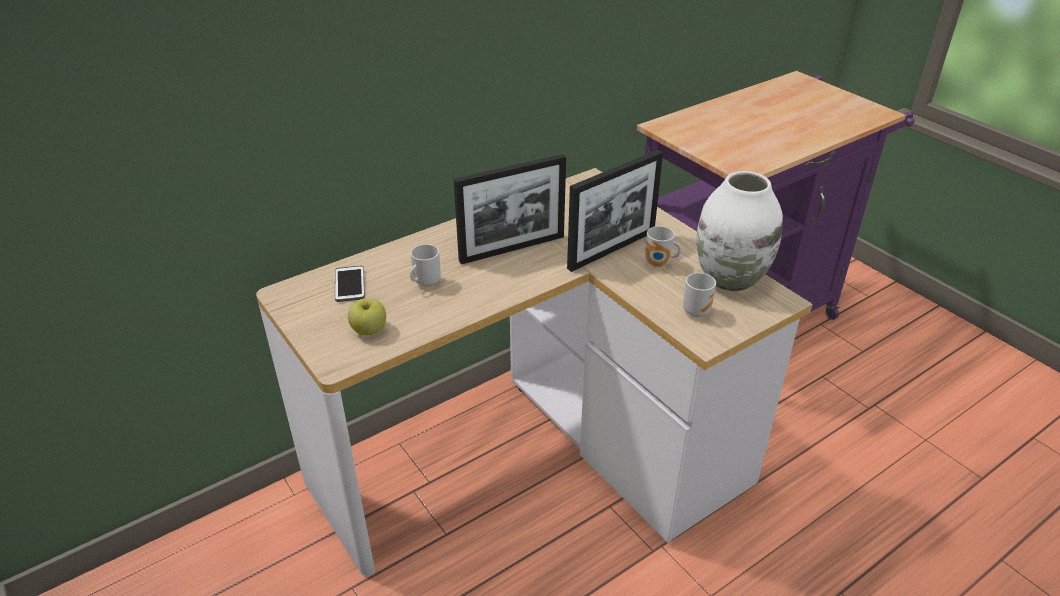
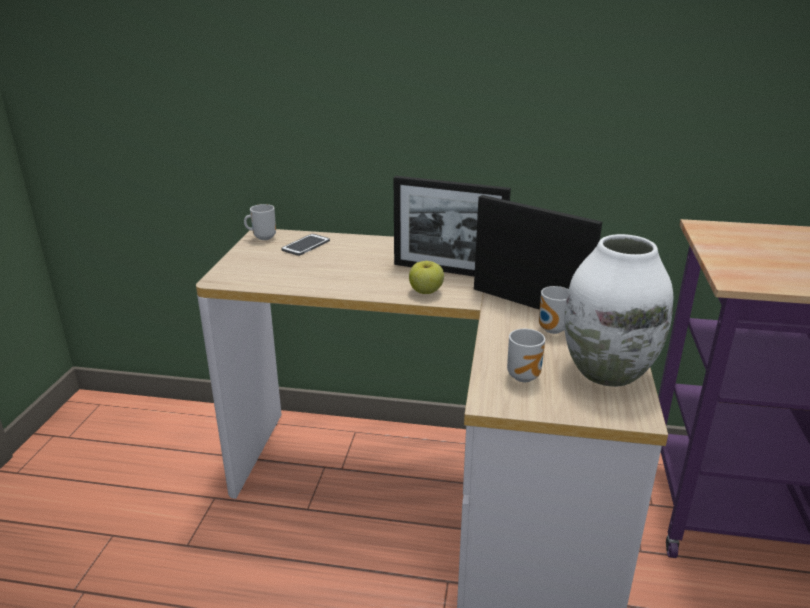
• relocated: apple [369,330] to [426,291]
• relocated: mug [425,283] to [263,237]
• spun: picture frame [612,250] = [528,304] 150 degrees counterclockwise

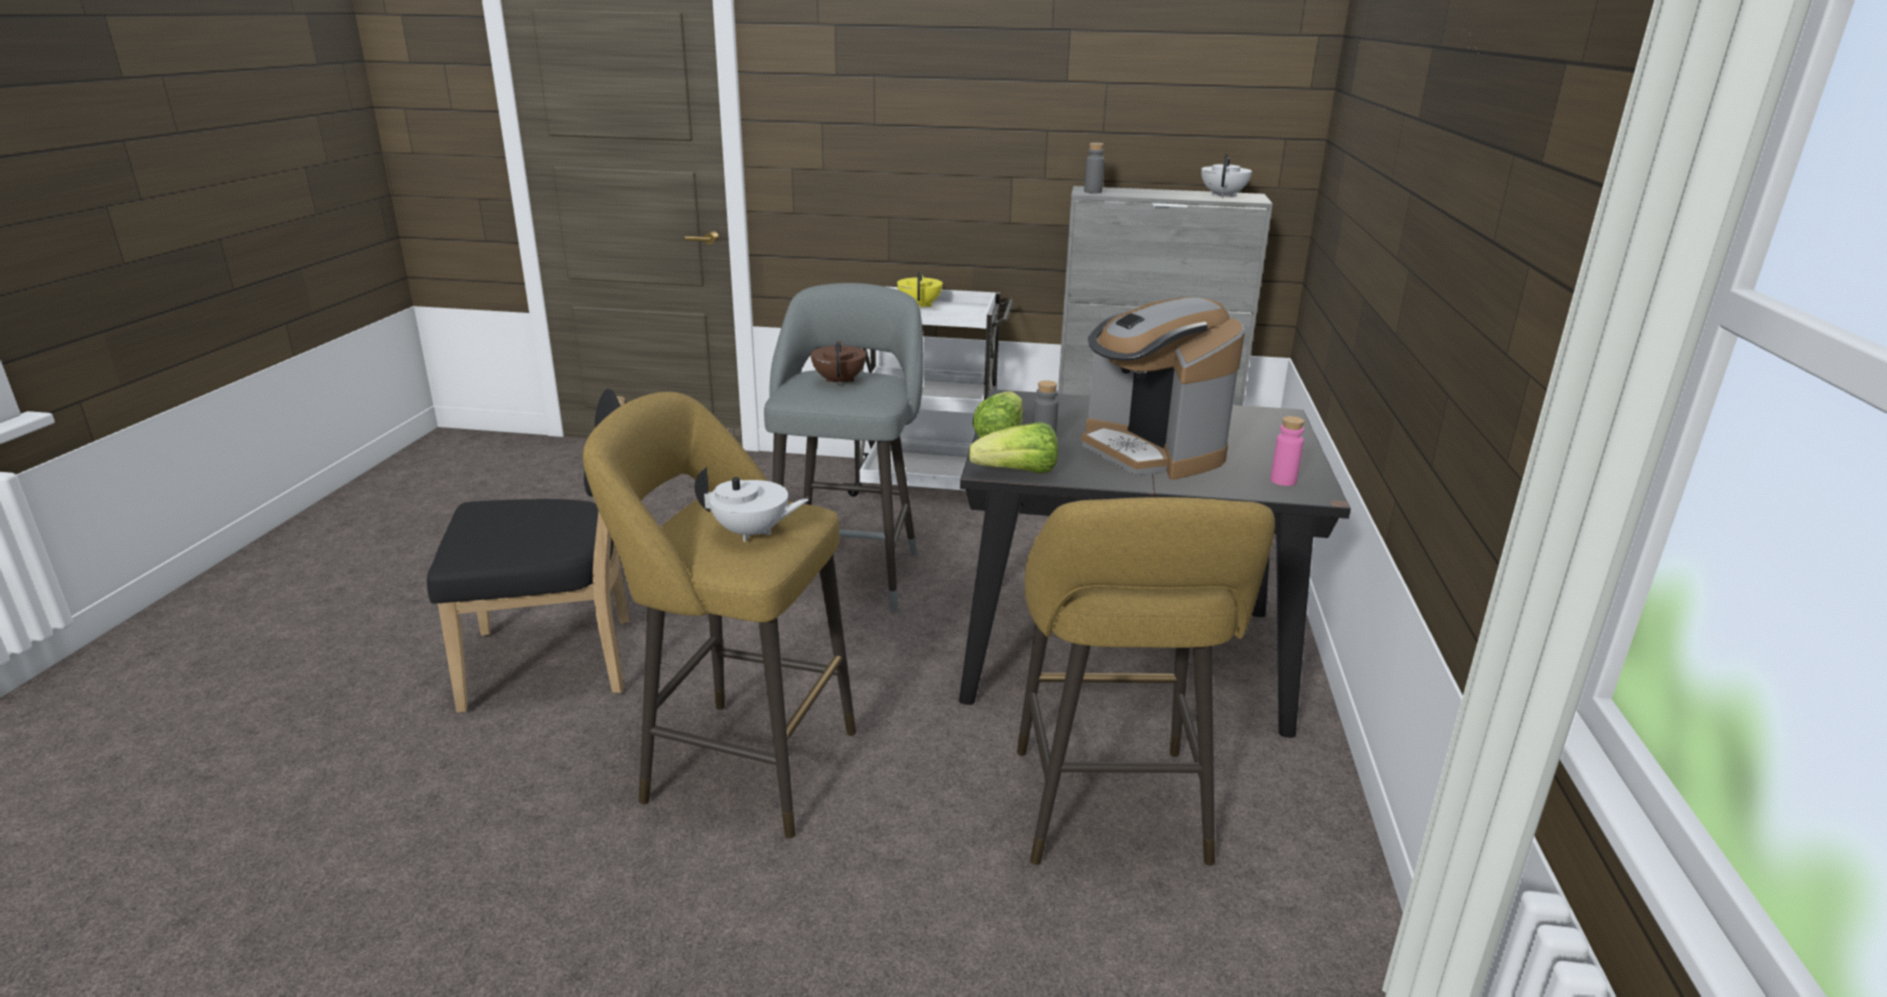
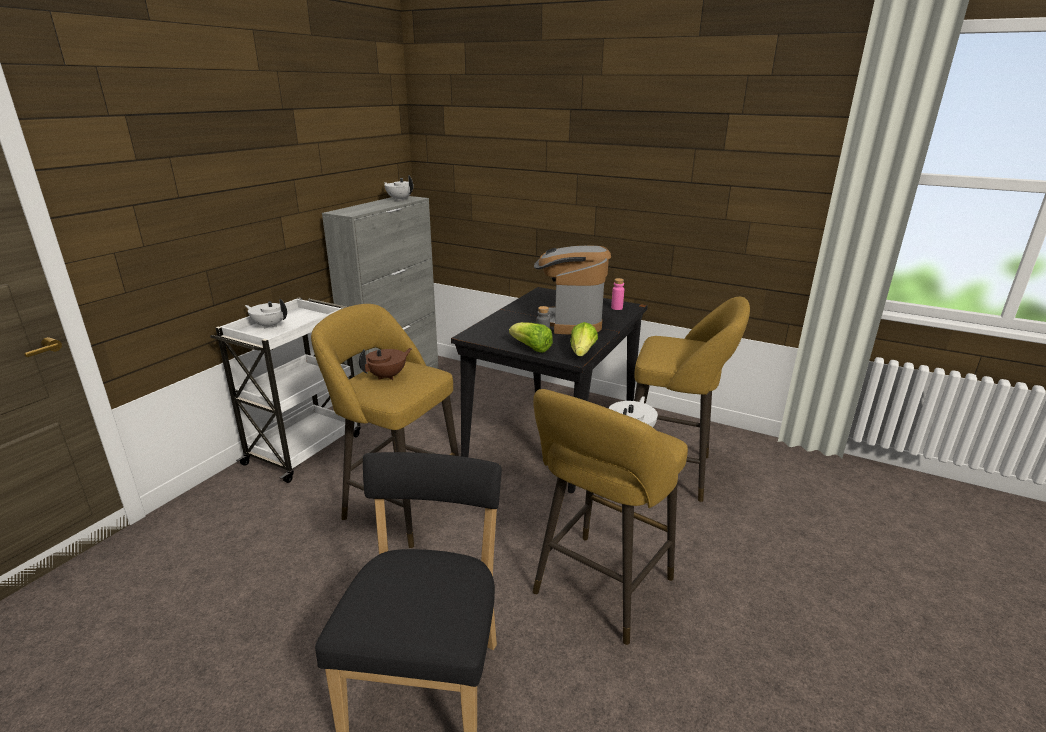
• missing: bottle (grey) [1093,192]
• colour: stool (grey) [848,570] to stool (yellow) [399,505]
• colour: teapot (yellow) [920,306] to teapot (white) [269,325]
• spun: teapot (brown) [839,381] = [387,376] 120 degrees clockwise
• spun: coffee machine [1151,451] = [571,322] 105 degrees clockwise

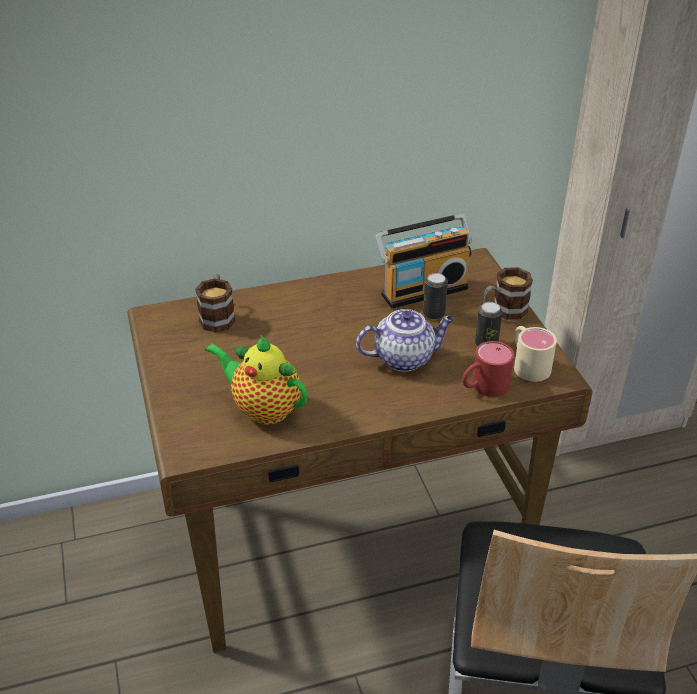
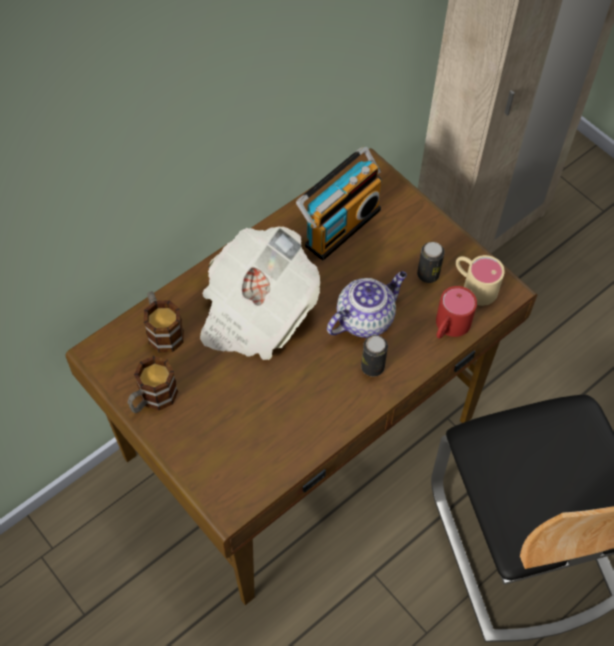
• missing: teapot [263,409]
• appeared: newspaper [255,312]
• relocated: can [433,314] to [372,367]
• relocated: mug [503,311] to [152,399]

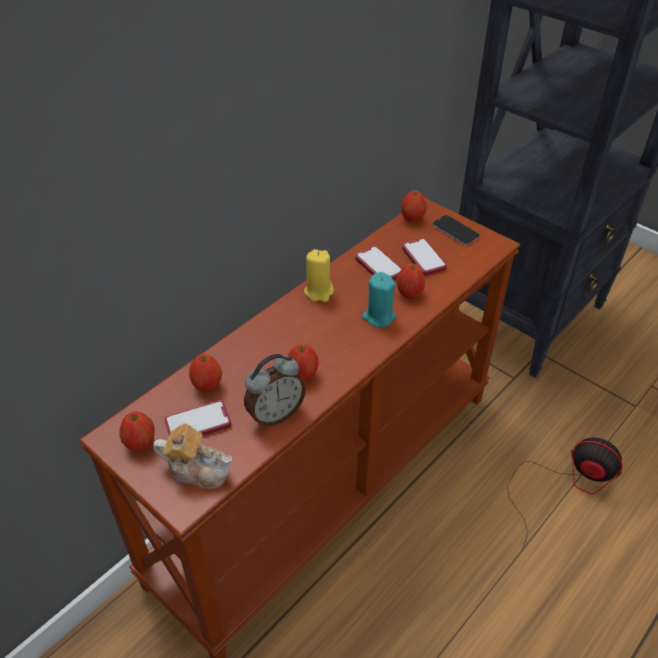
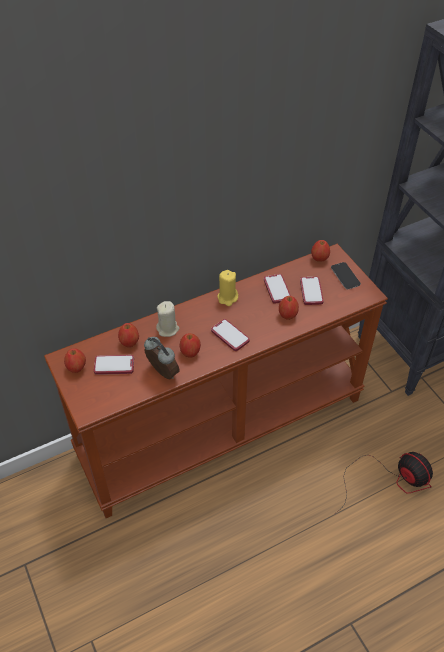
• missing: teapot [197,470]
• missing: candle (turquoise) [378,317]
• appeared: candle (beige) [168,329]
• appeared: phone [230,336]
• spun: alarm clock [275,414] = [162,373] 120 degrees counterclockwise

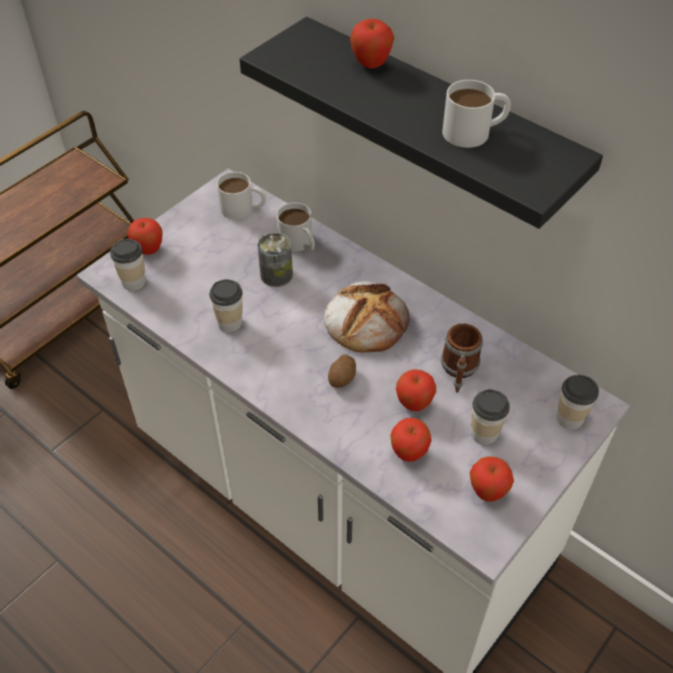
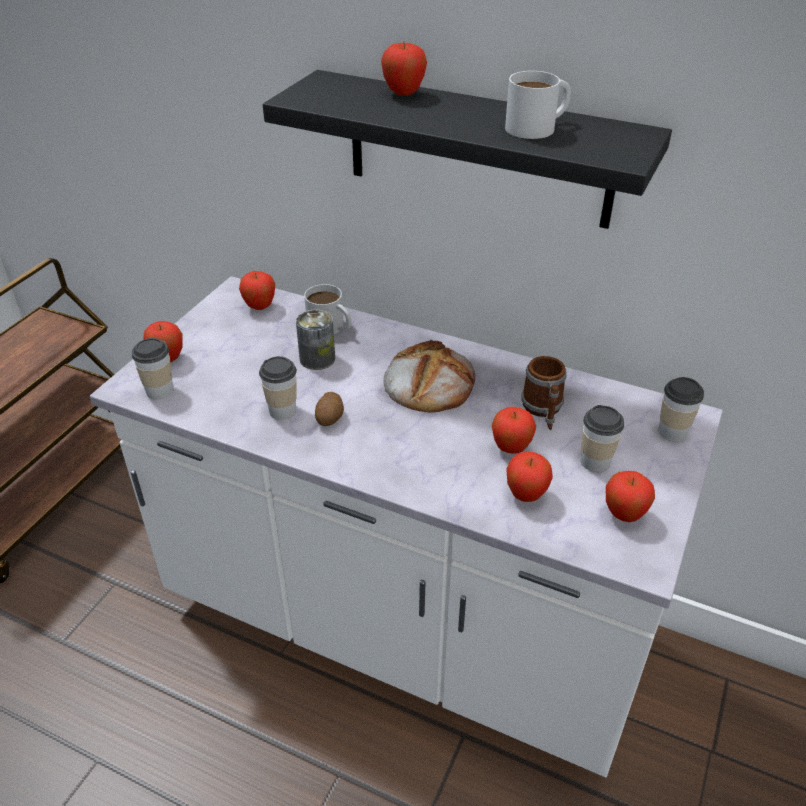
• relocated: potato [342,378] to [330,418]
• exchanged: mug (white) [243,208] to apple [260,307]

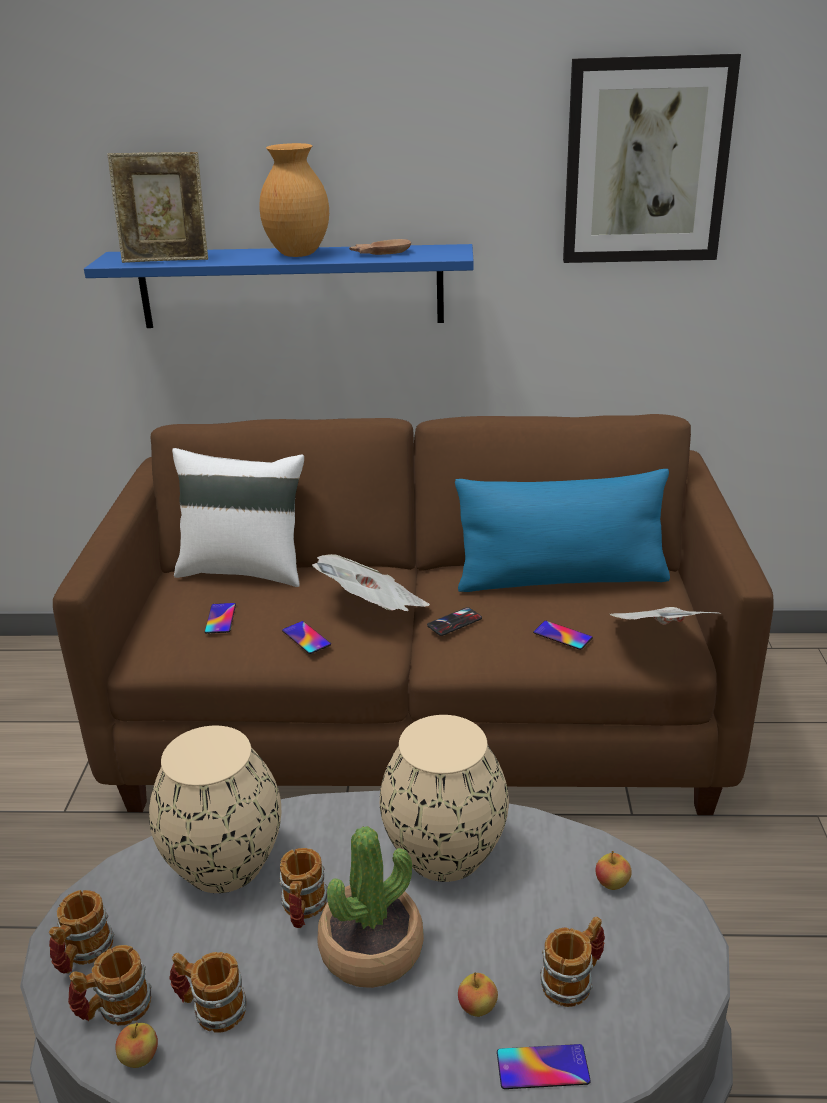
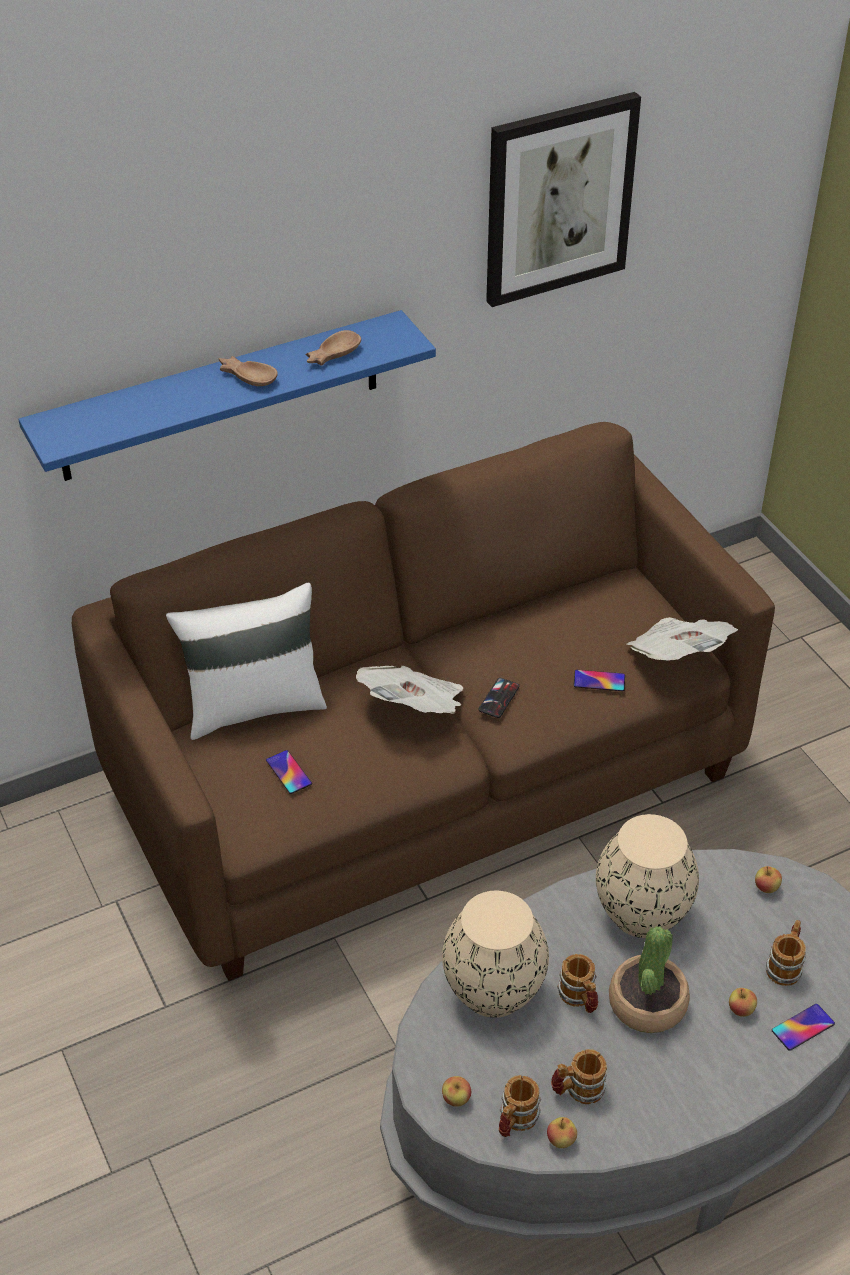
• missing: picture frame [167,260]
• missing: phone [306,638]
• missing: pillow (blue) [561,579]
• exchanged: mug [83,954] to apple [456,1099]
• exchanged: vase (brown) [298,254] to bowl (brown) [248,375]

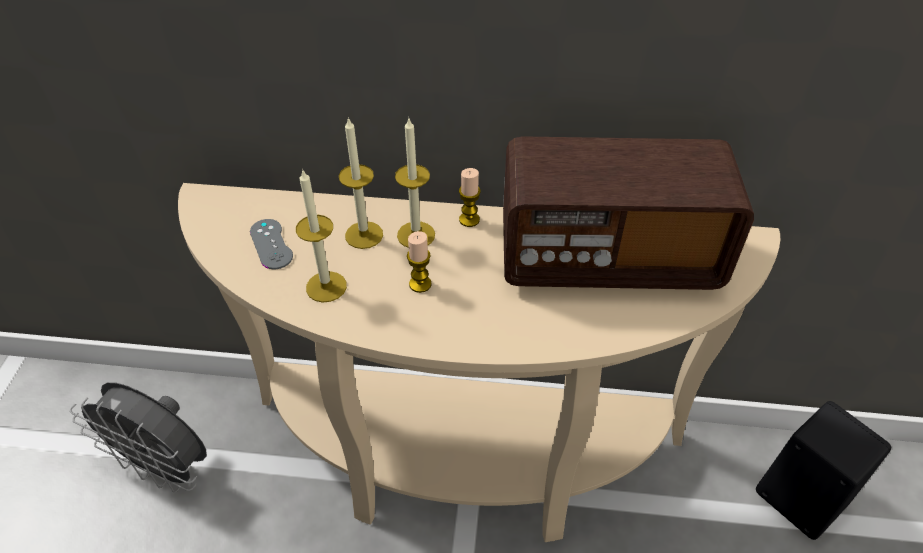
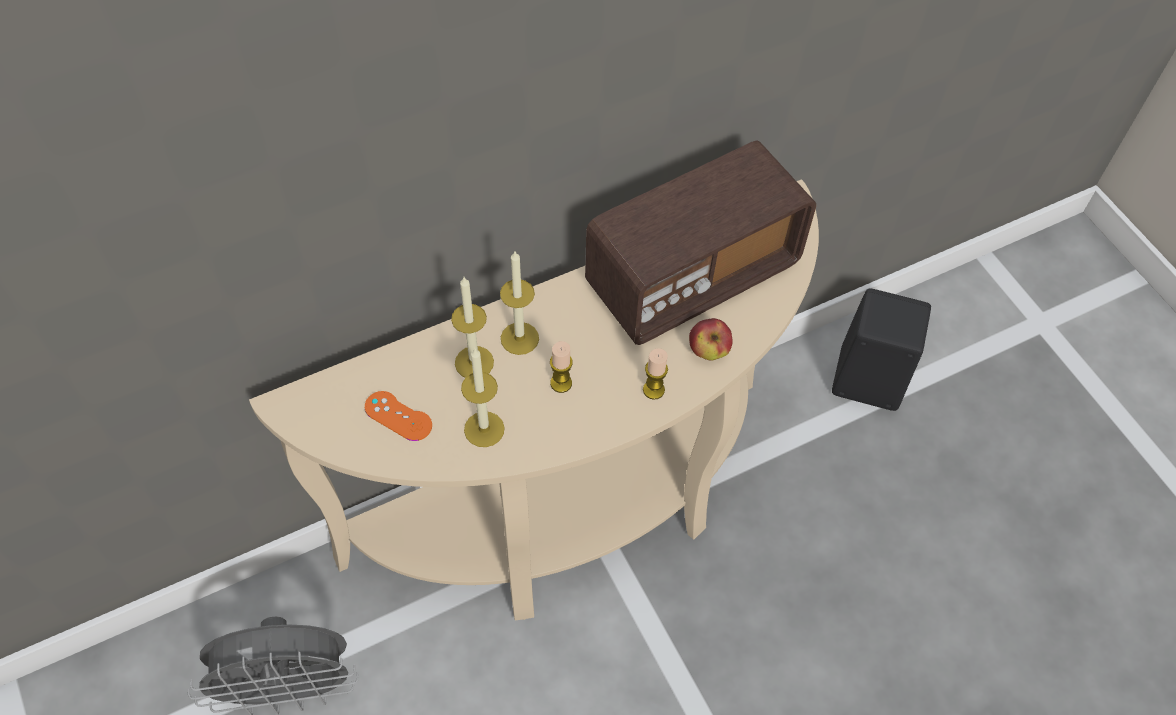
• appeared: apple [708,351]
• relocated: candle [469,219] to [653,390]
• colour: game controller (grey) [271,244] to game controller (orange) [398,416]

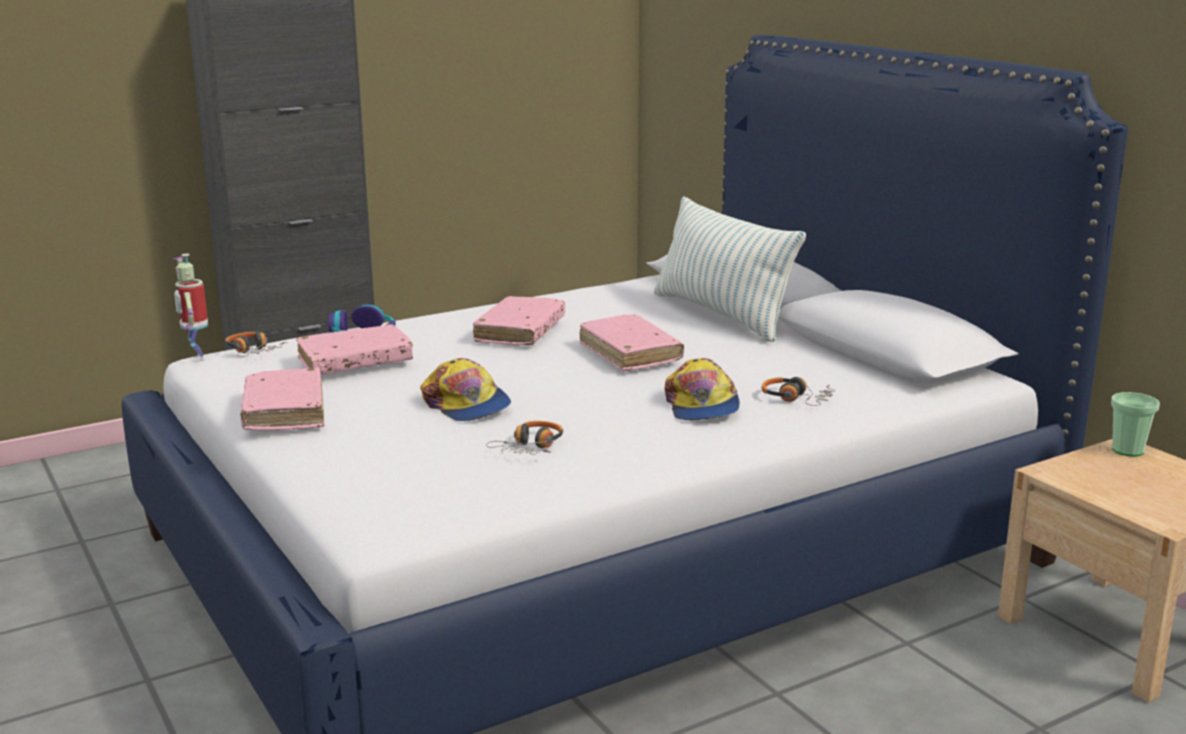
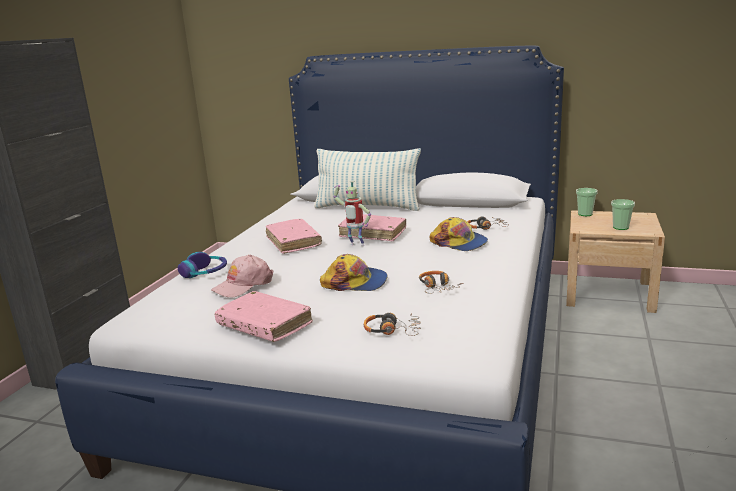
• appeared: cup [620,227]
• relocated: toy robot [197,357] to [356,245]
• relocated: headphones [253,351] to [392,330]
• exchanged: book (pink) [355,362] to cap (pink) [243,285]

